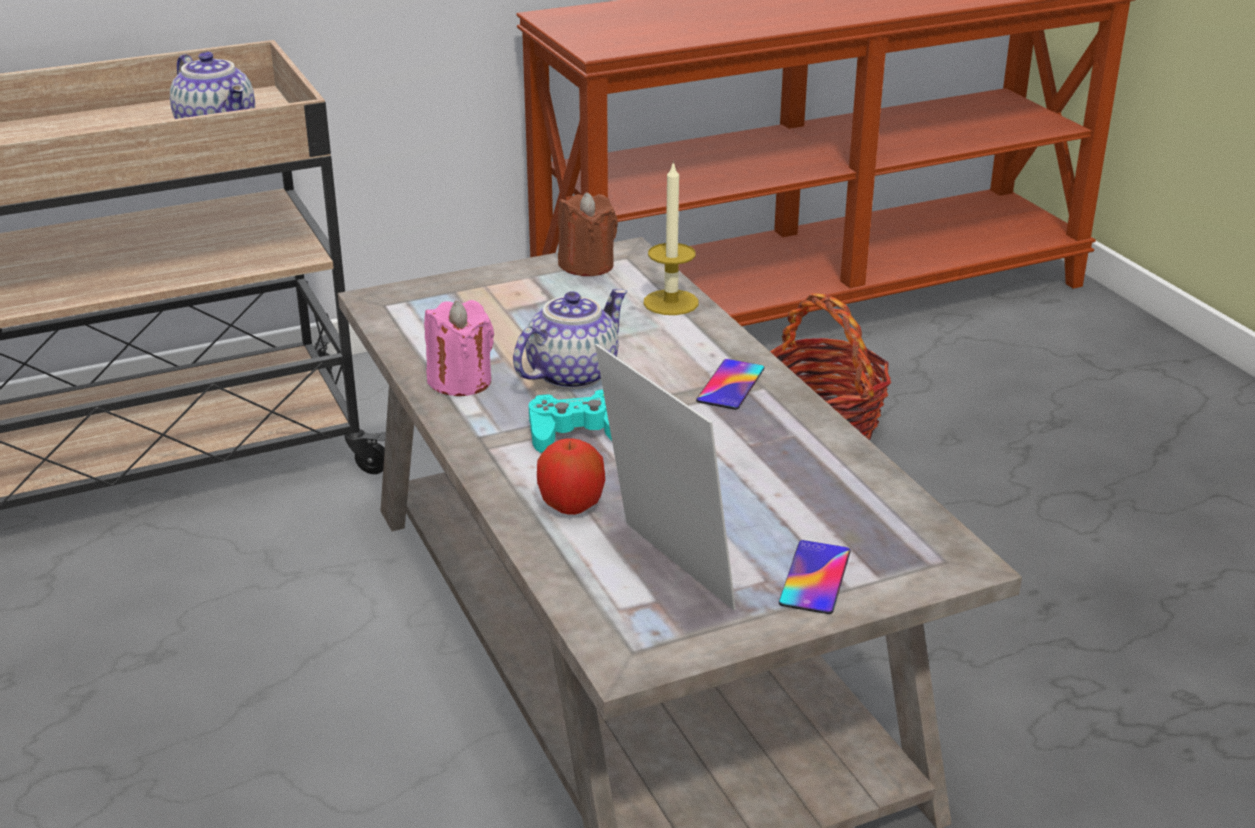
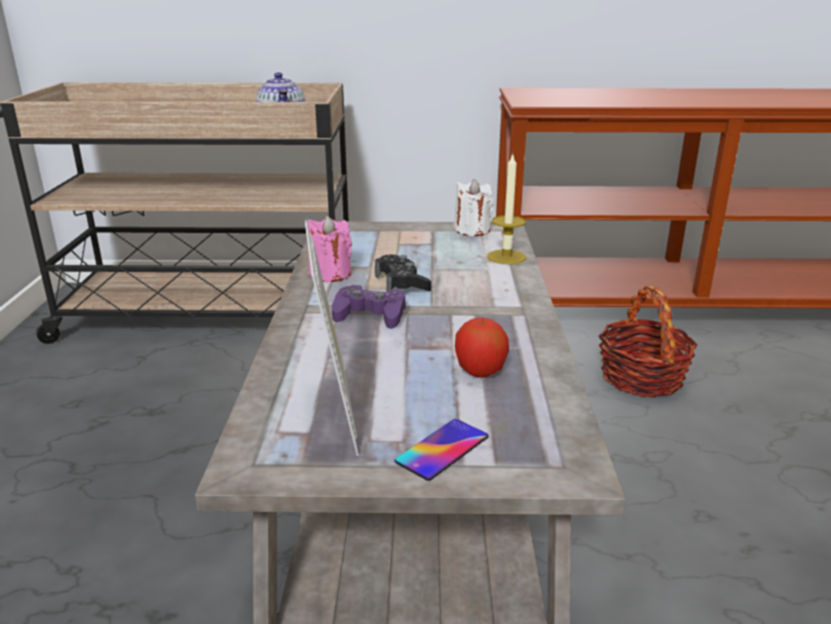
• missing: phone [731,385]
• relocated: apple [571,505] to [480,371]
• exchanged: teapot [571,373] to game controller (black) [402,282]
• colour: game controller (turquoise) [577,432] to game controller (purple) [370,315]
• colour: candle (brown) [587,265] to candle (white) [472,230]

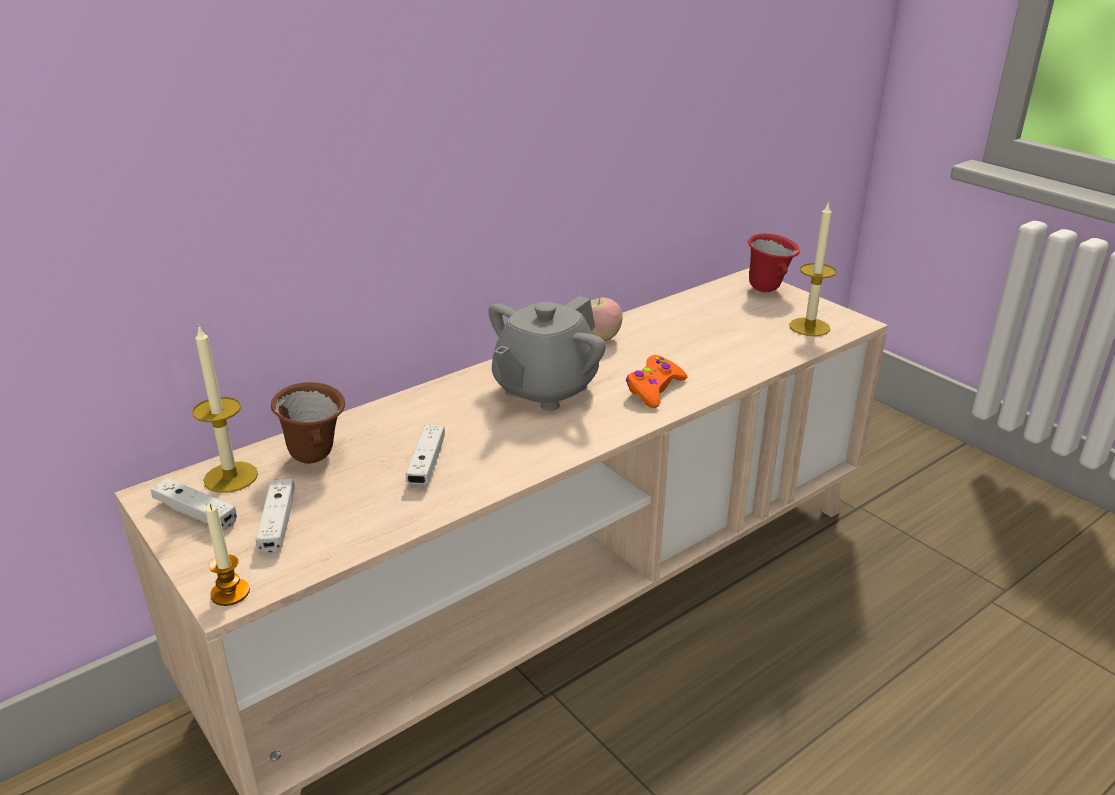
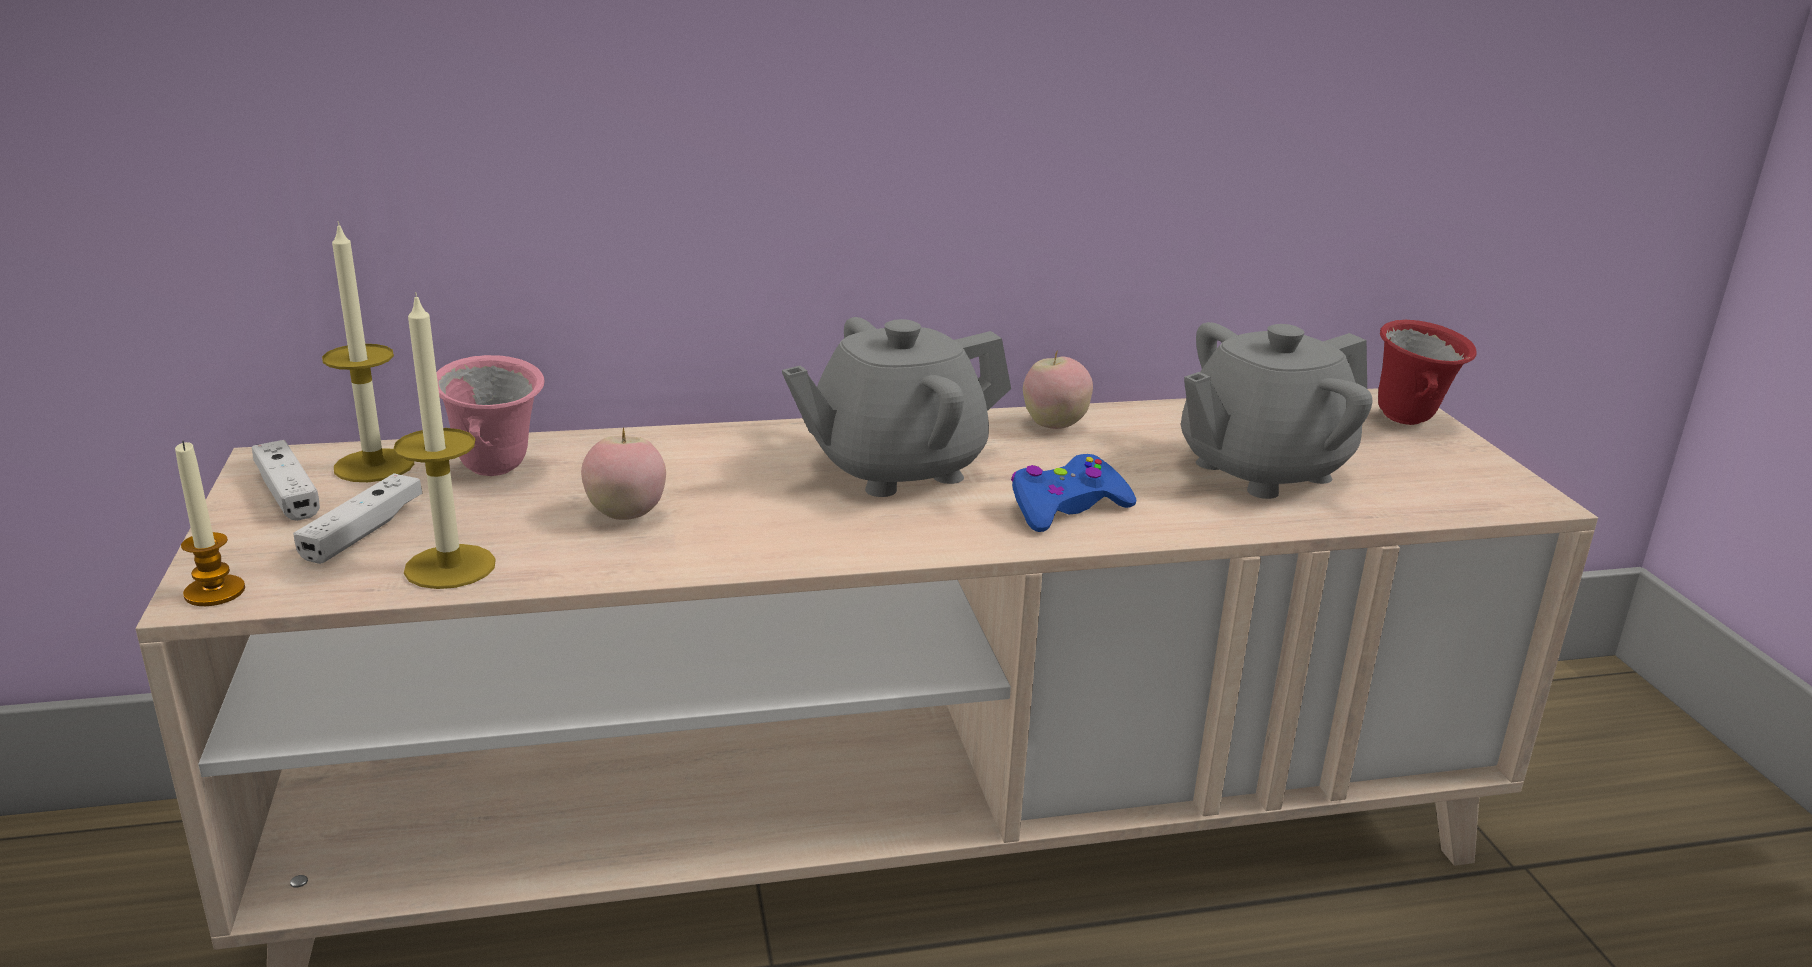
• appeared: teapot (grey) [1261,470]
• relocated: candle [809,327] to [450,567]
• exchanged: game controller (white) [426,464] to apple [626,515]
• colour: mug (brown) [316,458] to mug (pink) [498,472]
• colour: game controller (orange) [654,389] to game controller (blue) [1066,508]

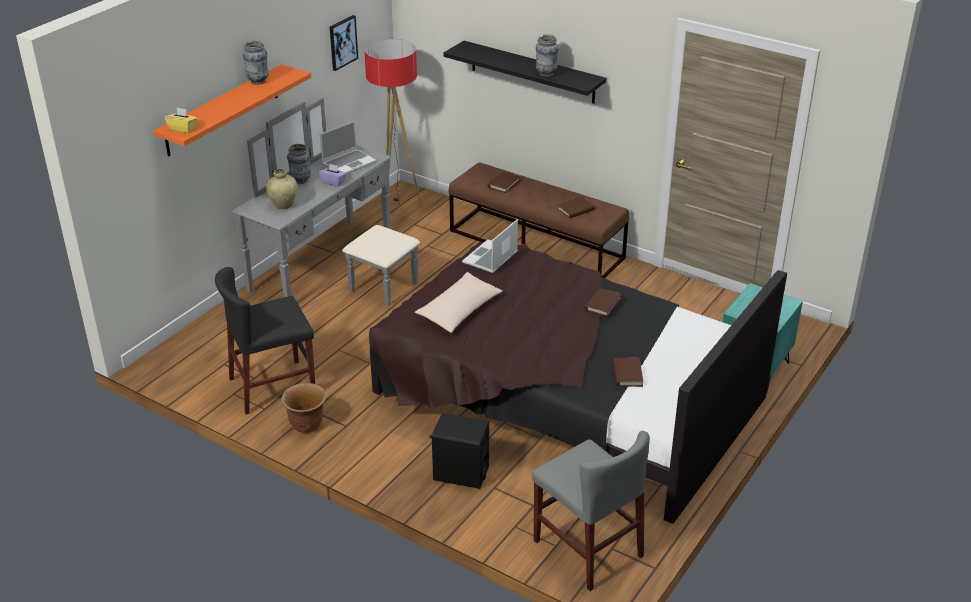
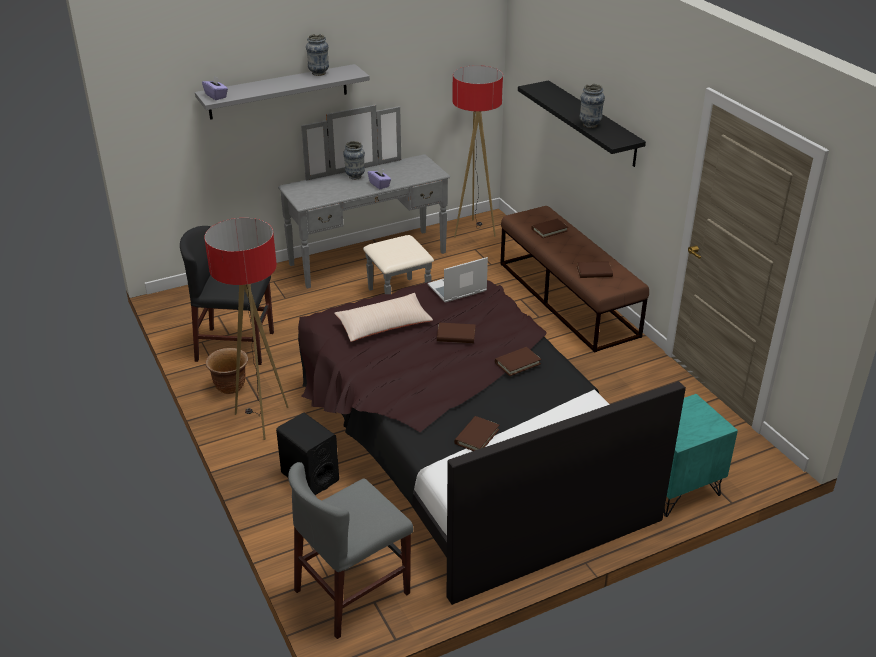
• missing: vase (beige) [283,205]
• missing: laptop [349,163]
• missing: picture [342,42]
• appeared: floor lamp [262,420]
• appeared: book (brown) [456,335]
• colour: shelf (orange) [222,110] to shelf (grey) [278,92]
• colour: tissue box (yellow) [183,129] to tissue box (purple) [216,96]
• spun: chair (grey) [587,548] = [352,592] 60 degrees clockwise

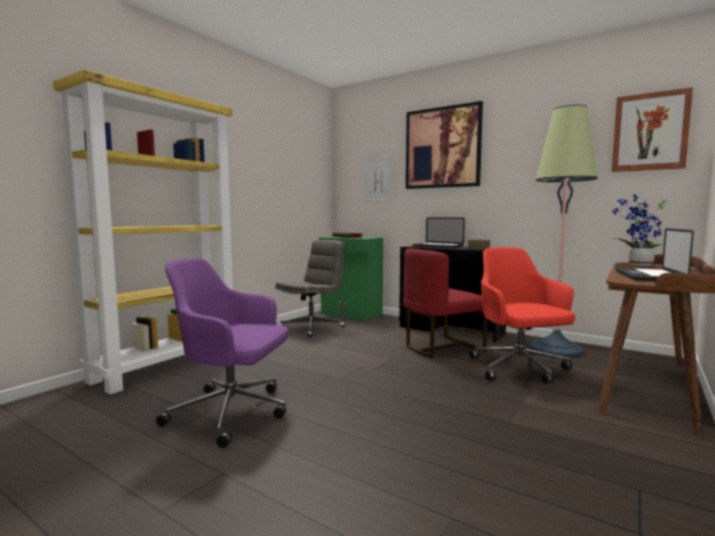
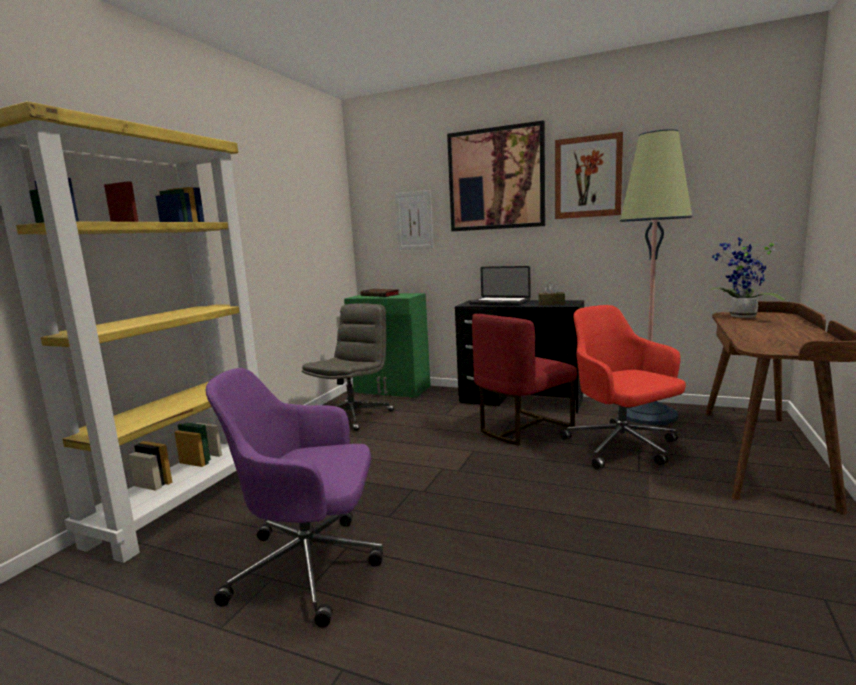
• missing: laptop [648,276]
• relocated: picture [650,132] to [588,177]

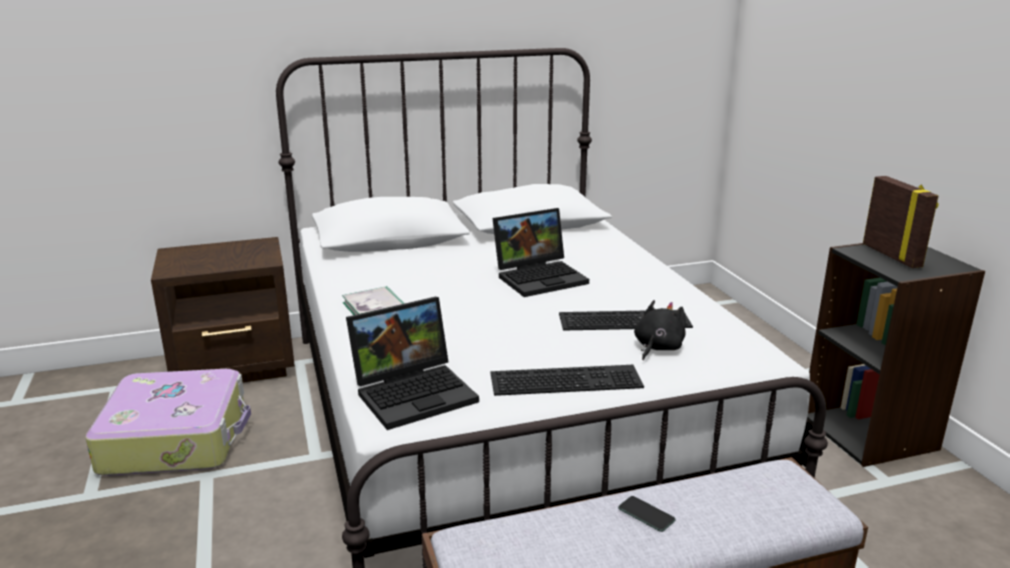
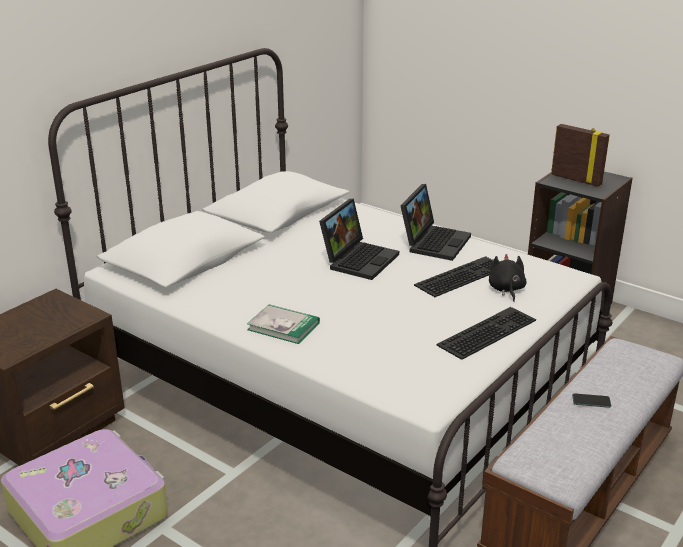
• relocated: laptop [415,392] to [434,242]

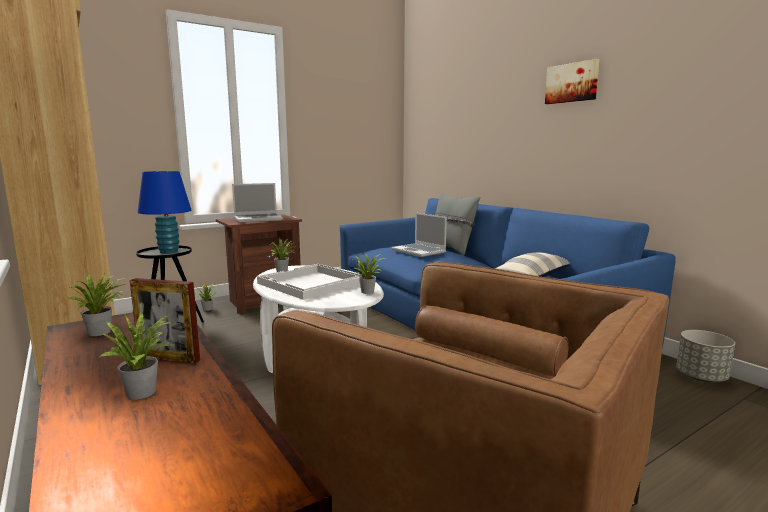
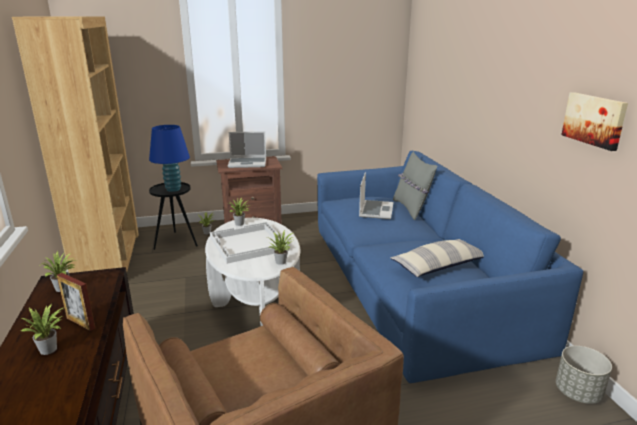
• relocated: picture [572,83] to [594,120]
• spun: laptop [419,251] = [375,210] 150 degrees counterclockwise

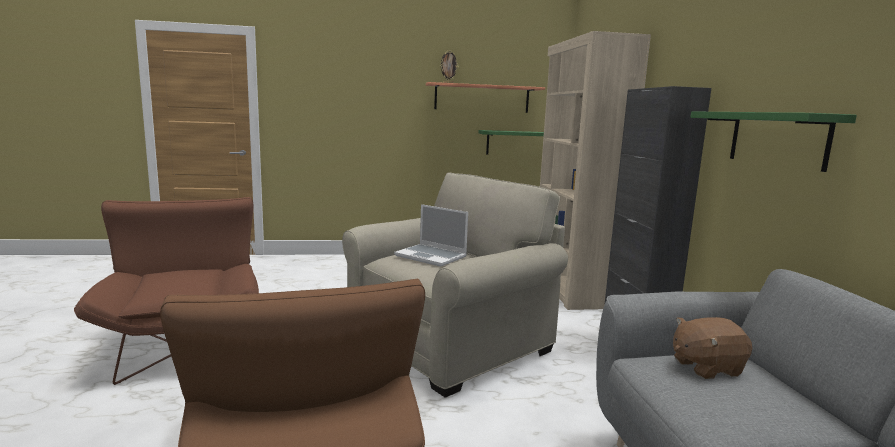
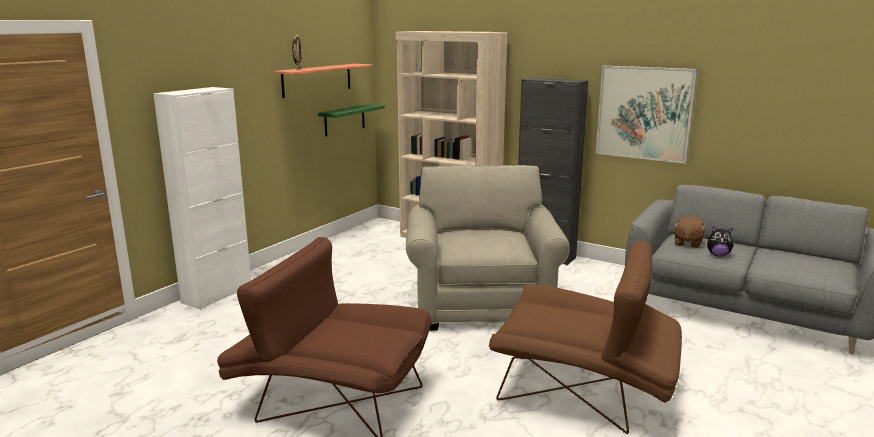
• missing: laptop [432,256]
• appeared: cabinet (white) [217,294]
• appeared: plush toy [718,255]
• exchanged: shelf (green) [777,139] to picture [644,113]

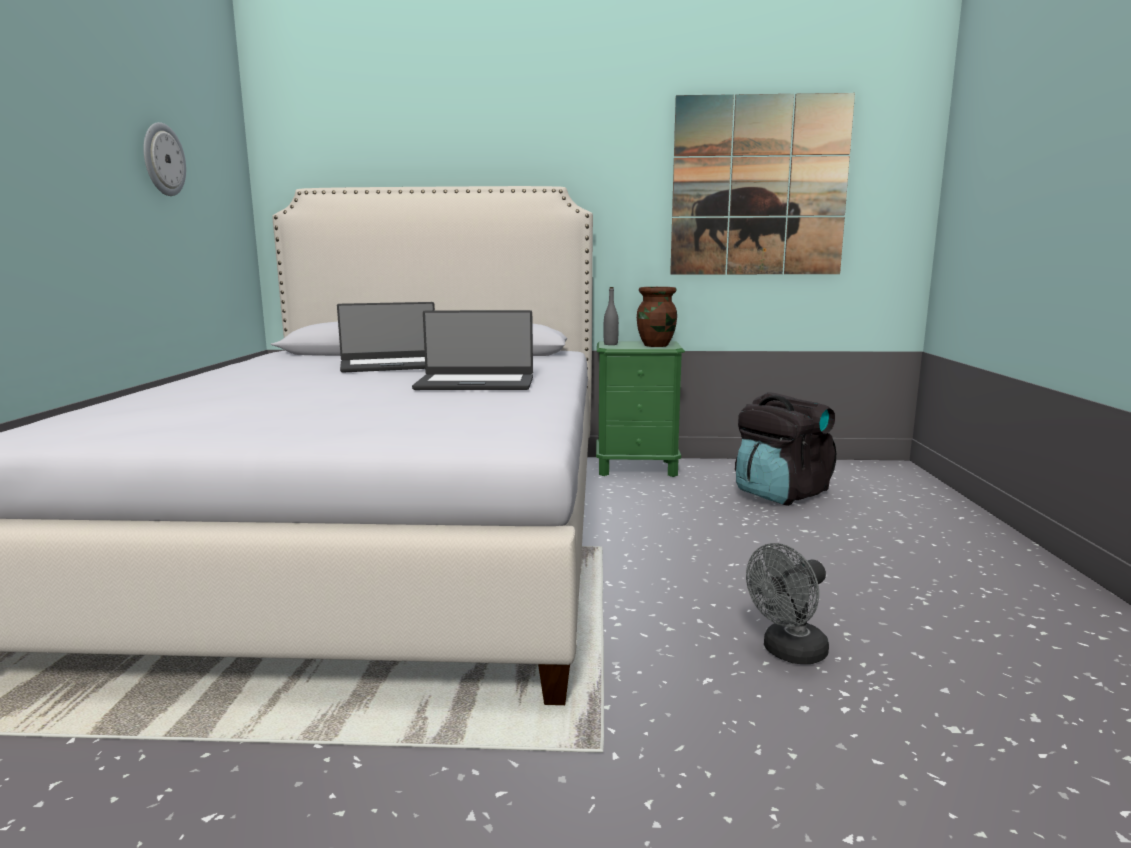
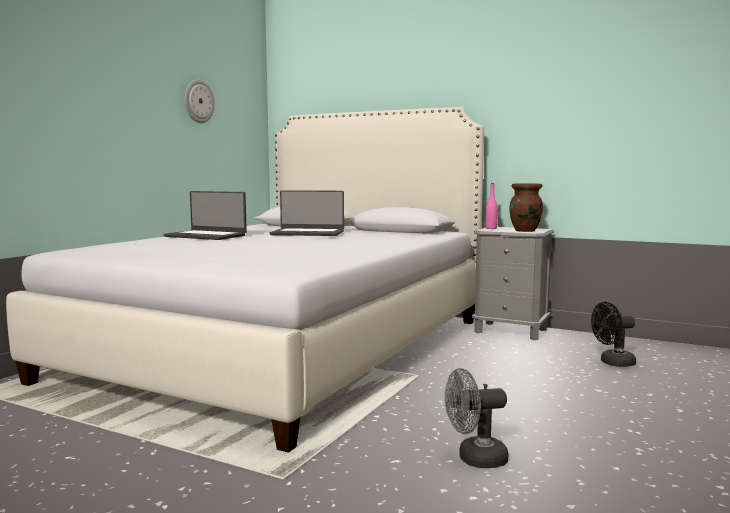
• missing: picture [759,186]
• relocated: laptop [475,383] to [206,236]
• exchanged: backpack (black) [780,494] to fan (black) [612,363]
• colour: nightstand (green) [637,468] to nightstand (grey) [511,331]
• colour: bottle (grey) [610,344] to bottle (pink) [491,228]

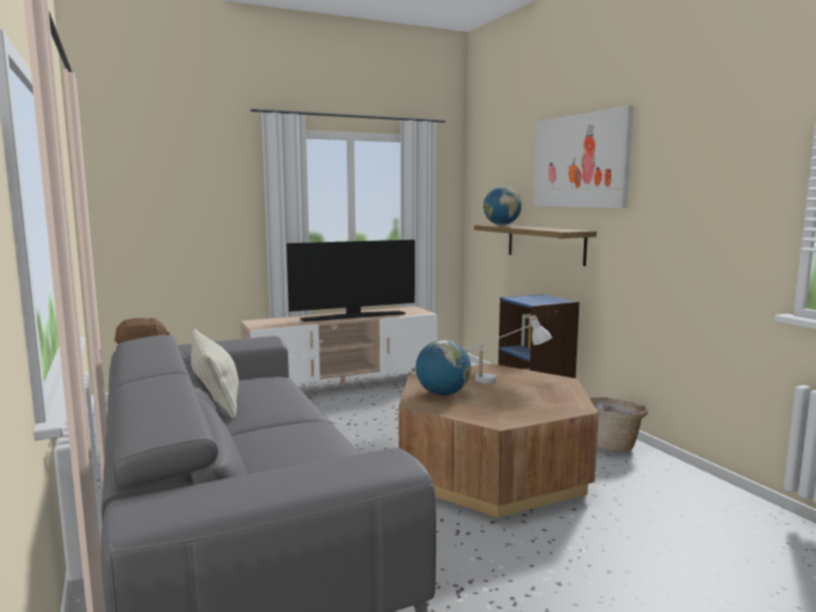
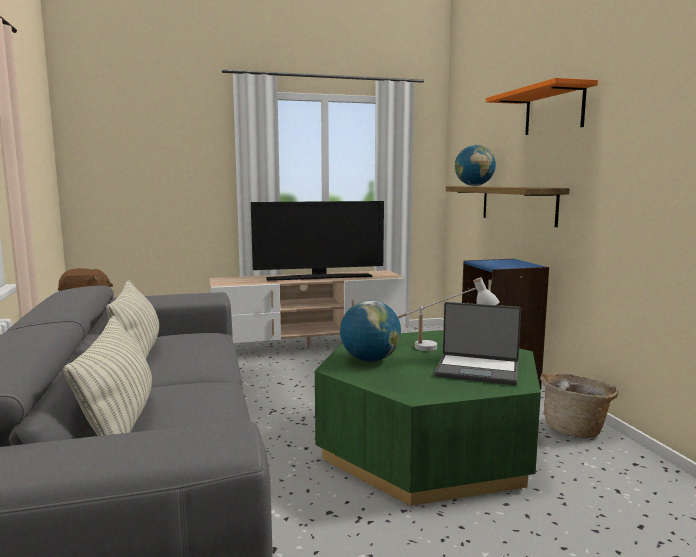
• appeared: pillow [119,423]
• appeared: laptop [477,370]
• exchanged: picture [580,161] to shelf (orange) [554,111]
• colour: coffee table (brown) [492,469] to coffee table (green) [426,446]

